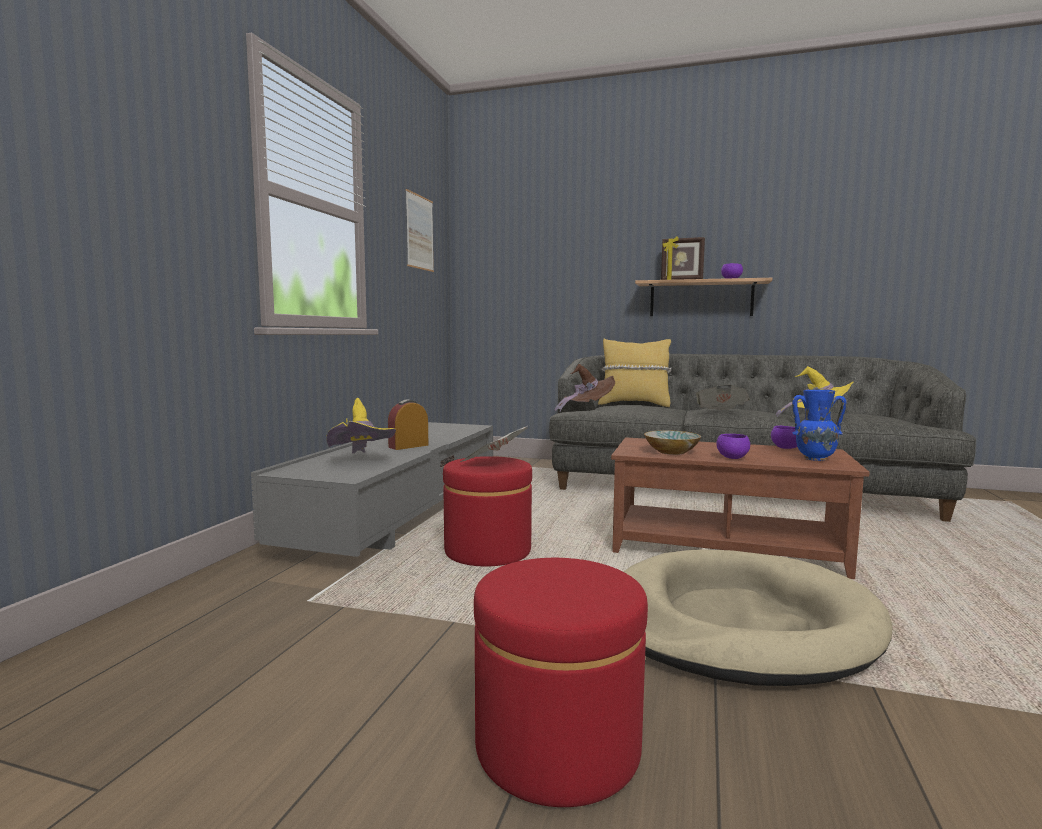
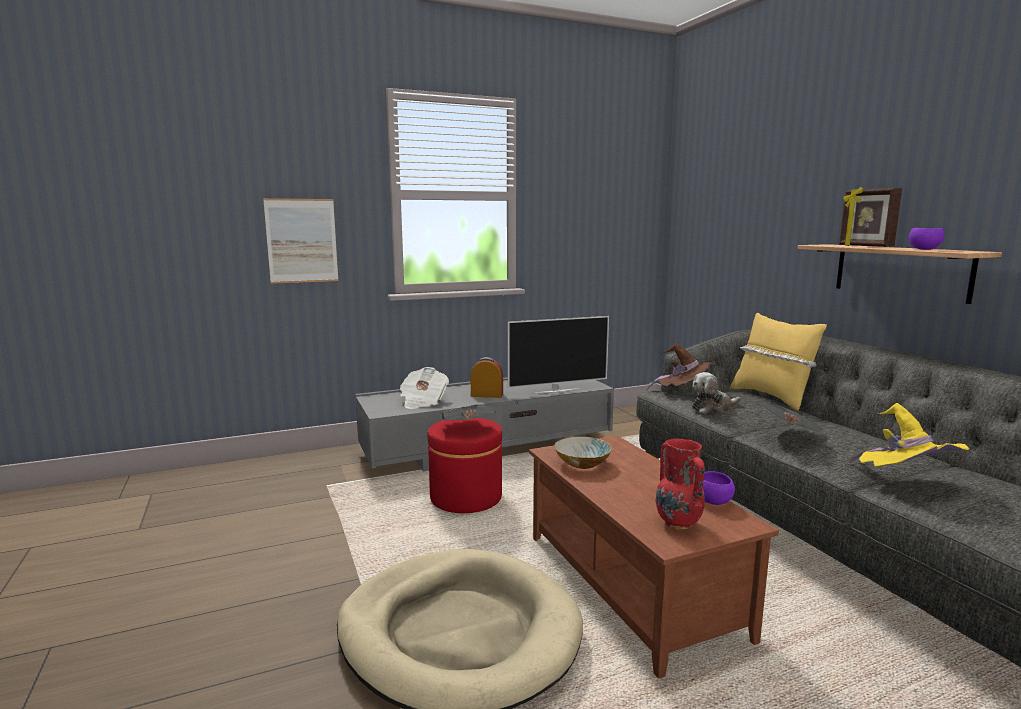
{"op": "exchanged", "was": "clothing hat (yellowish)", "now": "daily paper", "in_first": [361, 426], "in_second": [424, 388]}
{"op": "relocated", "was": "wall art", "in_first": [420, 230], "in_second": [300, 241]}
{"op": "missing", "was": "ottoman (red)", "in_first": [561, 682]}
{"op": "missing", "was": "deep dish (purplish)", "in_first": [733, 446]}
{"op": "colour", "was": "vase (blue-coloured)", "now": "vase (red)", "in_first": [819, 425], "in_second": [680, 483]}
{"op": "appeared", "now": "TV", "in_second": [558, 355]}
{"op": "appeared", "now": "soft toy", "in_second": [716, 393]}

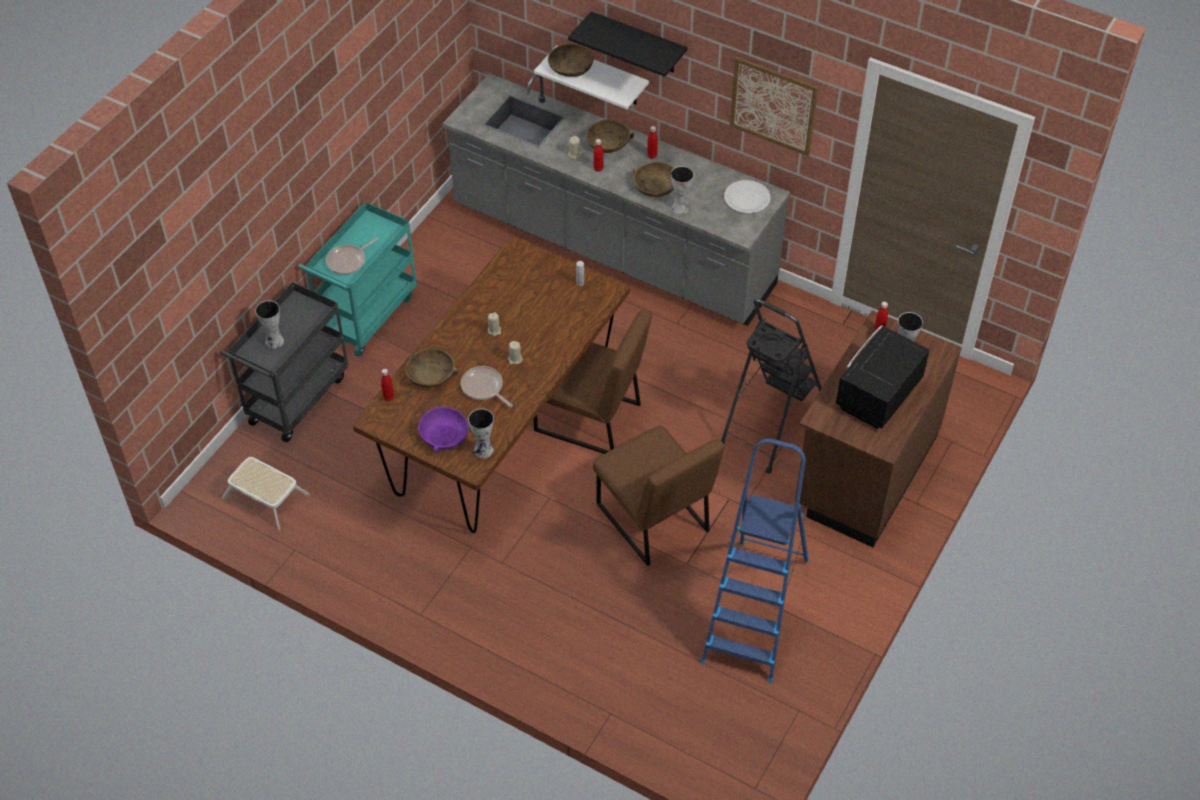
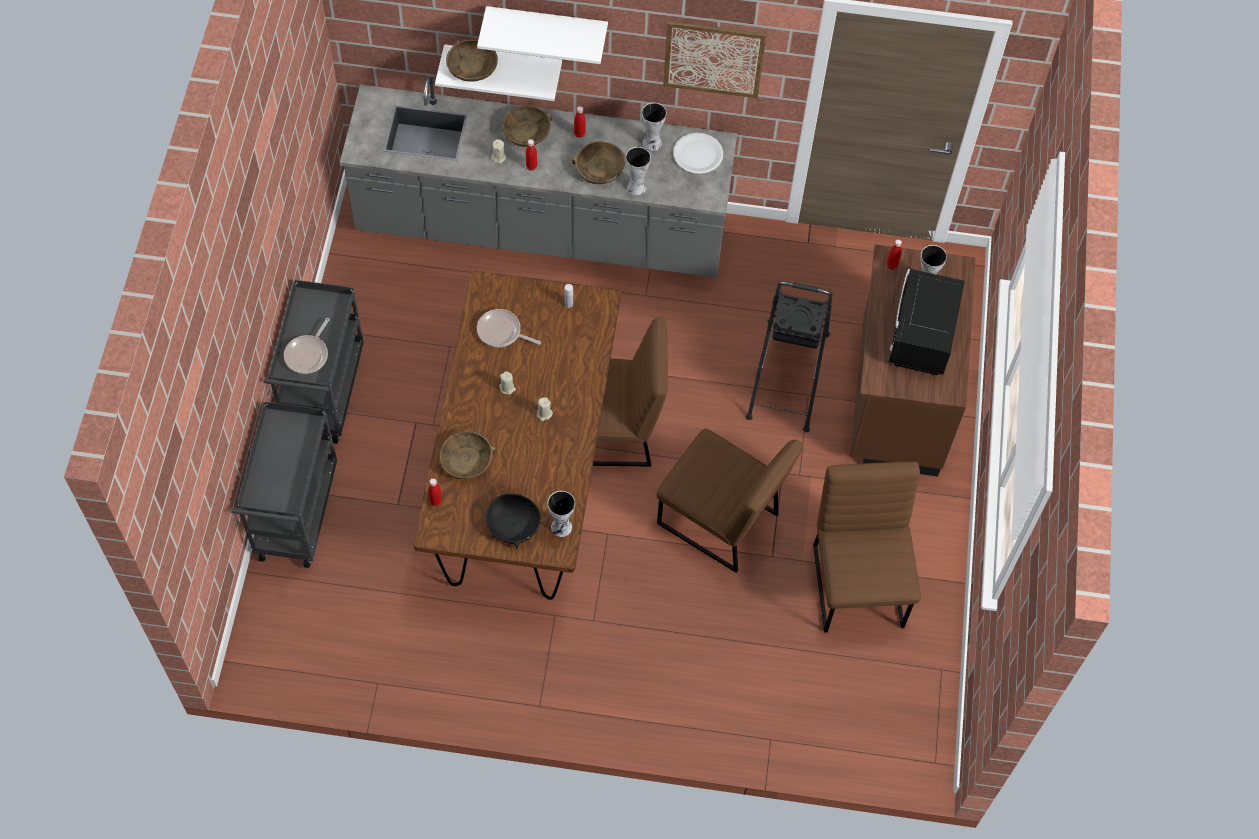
{"op": "missing", "was": "step ladder (beige)", "in_first": [266, 493]}
{"op": "relocated", "was": "vase", "in_first": [269, 324], "in_second": [654, 127]}
{"op": "colour", "was": "wheeled cart (turquoise)", "now": "wheeled cart (gray)", "in_first": [357, 279], "in_second": [314, 362]}
{"op": "colour", "was": "deep dish (purplish)", "now": "deep dish (black)", "in_first": [443, 430], "in_second": [513, 521]}
{"op": "relocated", "was": "pan", "in_first": [487, 386], "in_second": [509, 328]}
{"op": "colour", "was": "wall shelf (black)", "now": "wall shelf (white)", "in_first": [627, 44], "in_second": [542, 35]}
{"op": "exchanged", "was": "step ladder (blue-coloured)", "now": "plain chair (brownish)", "in_first": [755, 561], "in_second": [867, 547]}

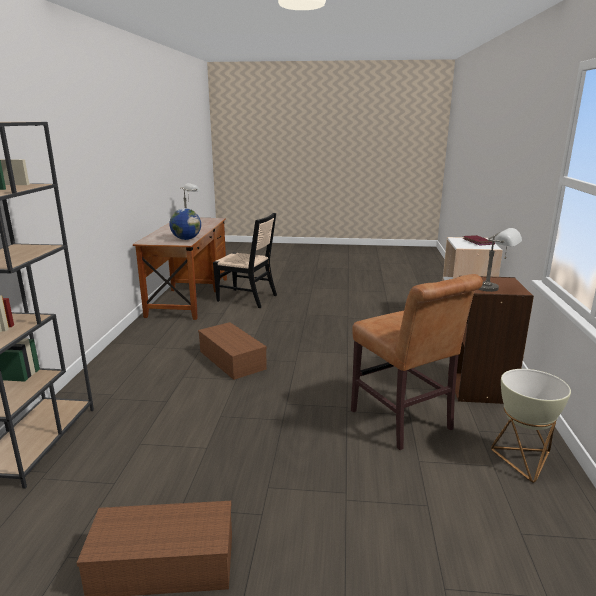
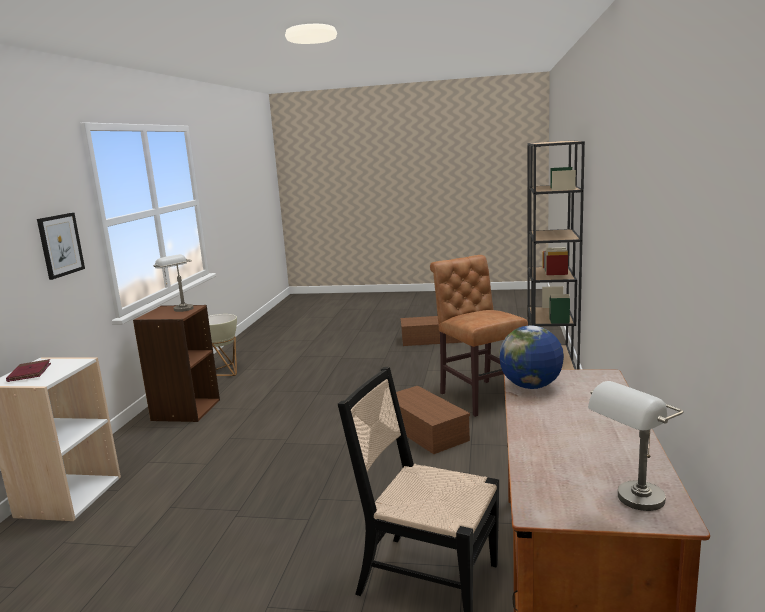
{"op": "relocated", "was": "plain chair (brownish)", "in_first": [417, 362], "in_second": [479, 336]}
{"op": "appeared", "now": "wall art", "in_second": [61, 246]}

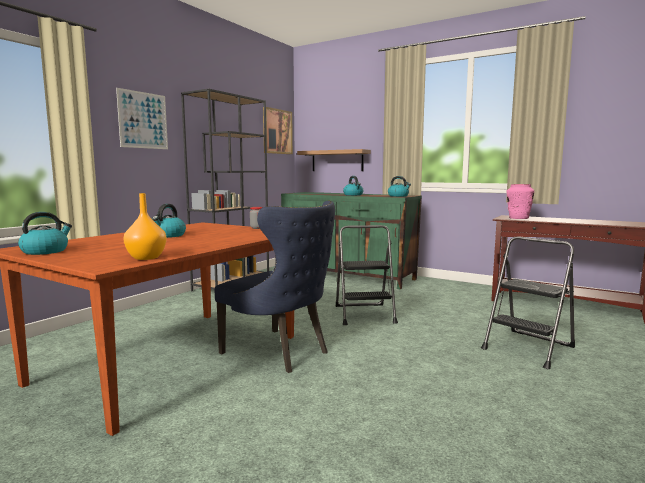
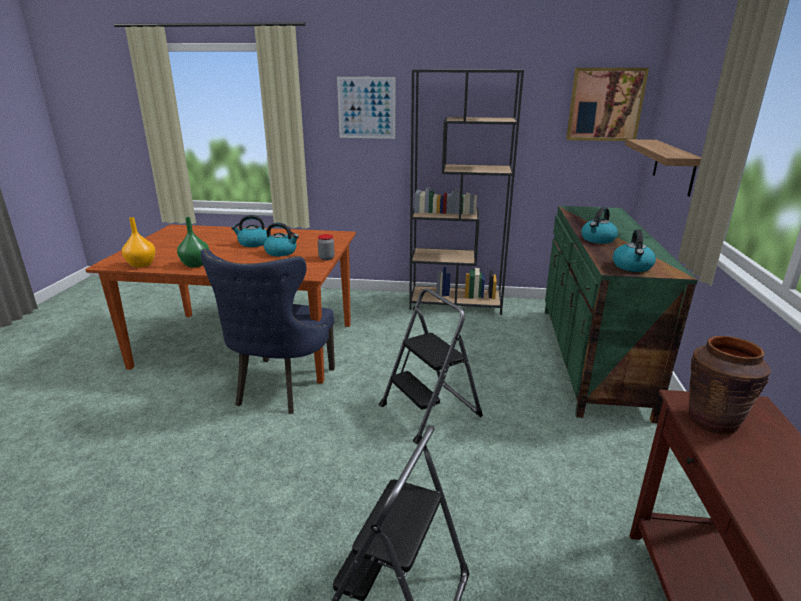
{"op": "relocated", "was": "water kettle", "in_first": [45, 233], "in_second": [281, 239]}
{"op": "colour", "was": "vase (pink-coloured)", "now": "vase (brownish)", "in_first": [520, 201], "in_second": [730, 385]}
{"op": "appeared", "now": "vase (green-coloured)", "in_second": [193, 242]}

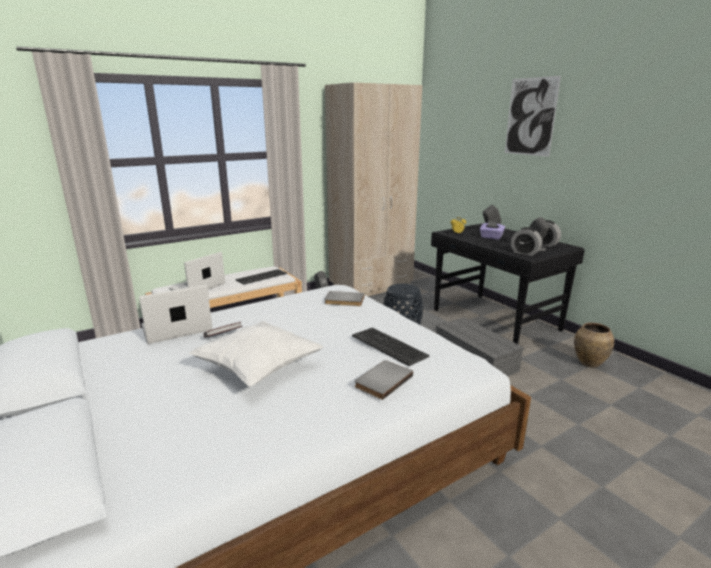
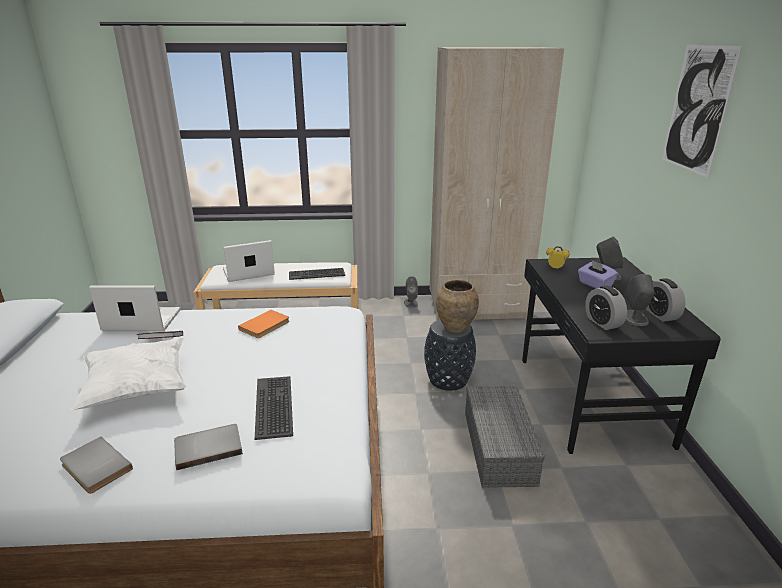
{"op": "relocated", "was": "bound book (gray)", "in_first": [344, 298], "in_second": [96, 465]}
{"op": "relocated", "was": "vase (brownish)", "in_first": [594, 345], "in_second": [457, 306]}
{"op": "appeared", "now": "bound book (orange-coloured)", "in_second": [263, 324]}

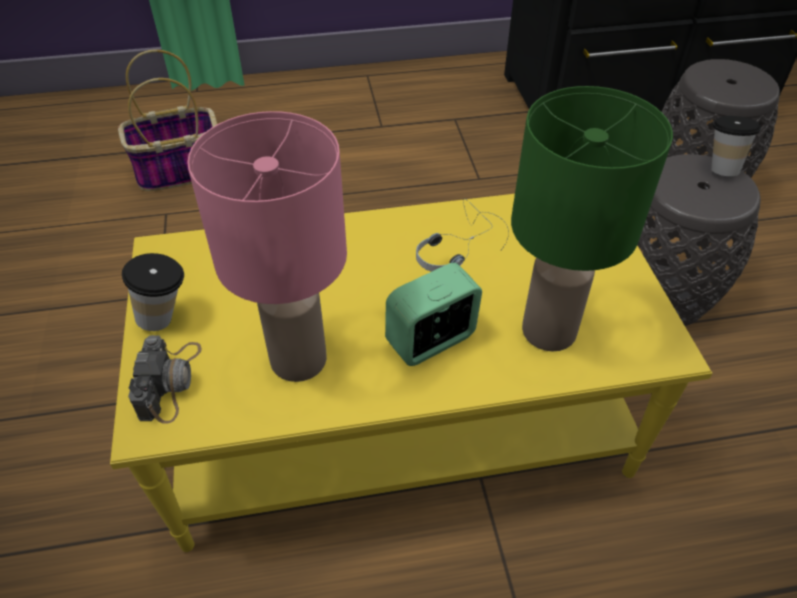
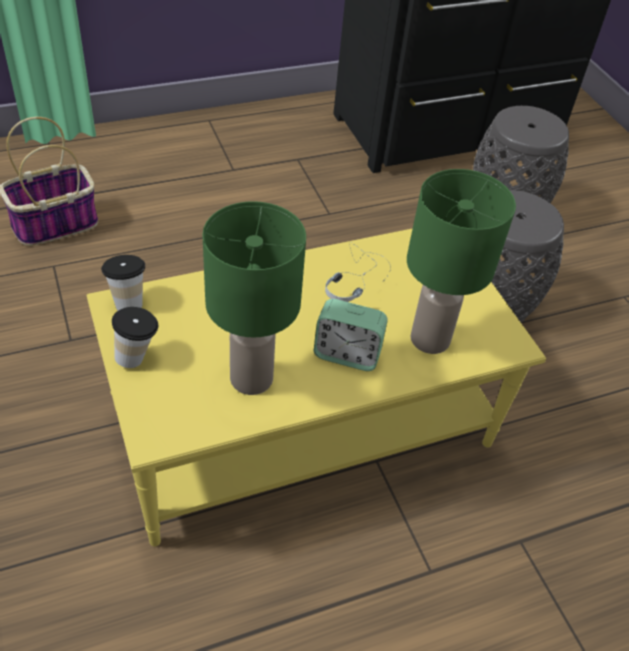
{"op": "missing", "was": "still camera", "in_first": [165, 379]}
{"op": "colour", "was": "tabletop lamp (pink-coloured)", "now": "tabletop lamp (green-coloured)", "in_first": [267, 246], "in_second": [254, 298]}
{"op": "spun", "was": "table clock", "in_first": [433, 314], "in_second": [351, 335], "clockwise": -120}
{"op": "relocated", "was": "drinking cup", "in_first": [736, 146], "in_second": [123, 283]}

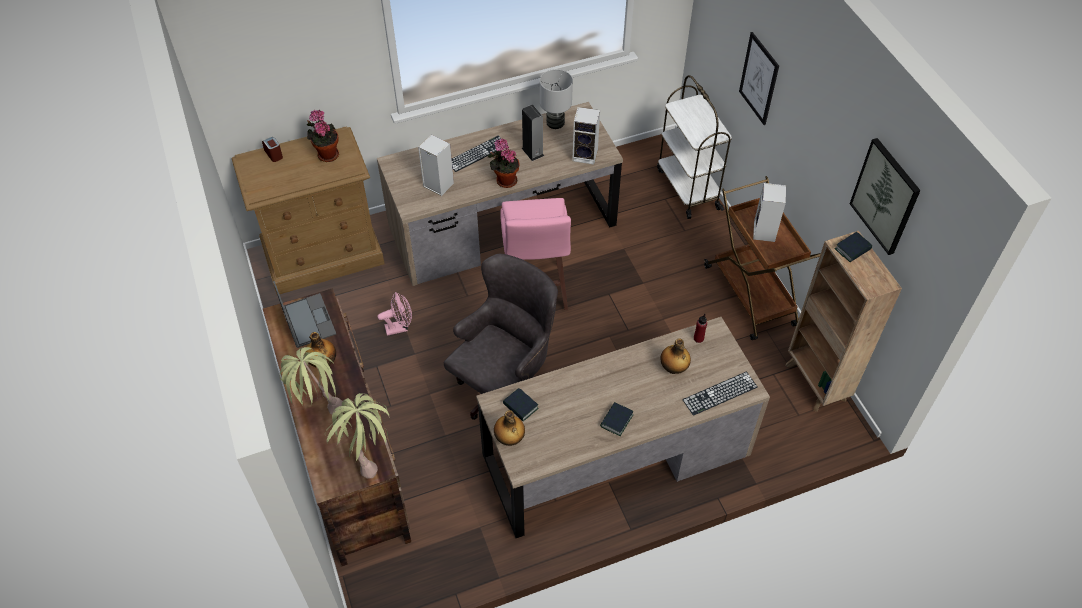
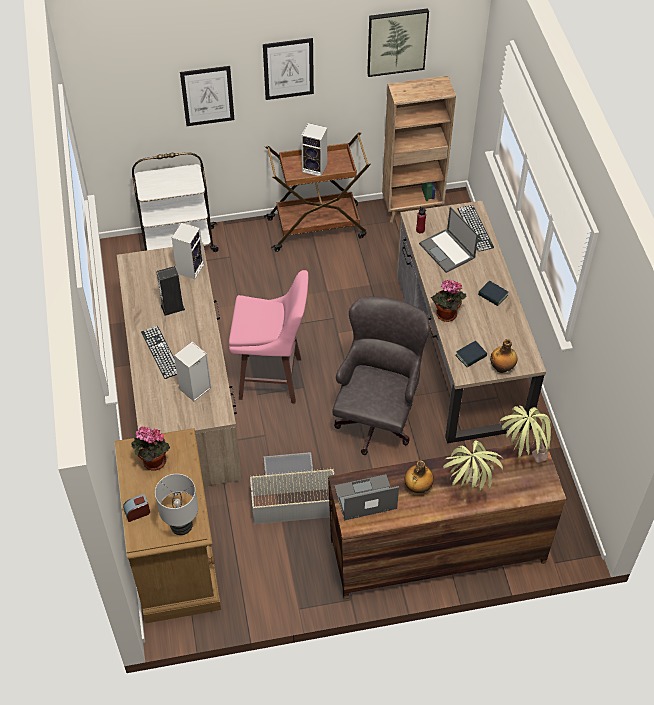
{"op": "exchanged", "was": "fan (pink-coloured)", "now": "storage box (gray)", "in_first": [395, 314], "in_second": [292, 488]}
{"op": "spun", "was": "desk chair (gray)", "in_first": [501, 337], "in_second": [381, 376], "clockwise": 60}
{"op": "relocated", "was": "houseplant", "in_first": [504, 163], "in_second": [448, 301]}
{"op": "relocated", "was": "tabletop lamp (gray)", "in_first": [556, 99], "in_second": [176, 504]}
{"op": "exchanged", "was": "bottle", "now": "laptop", "in_first": [675, 356], "in_second": [448, 239]}
{"op": "missing", "was": "bound book", "in_first": [853, 247]}
{"op": "appeared", "now": "wall art", "in_second": [288, 69]}

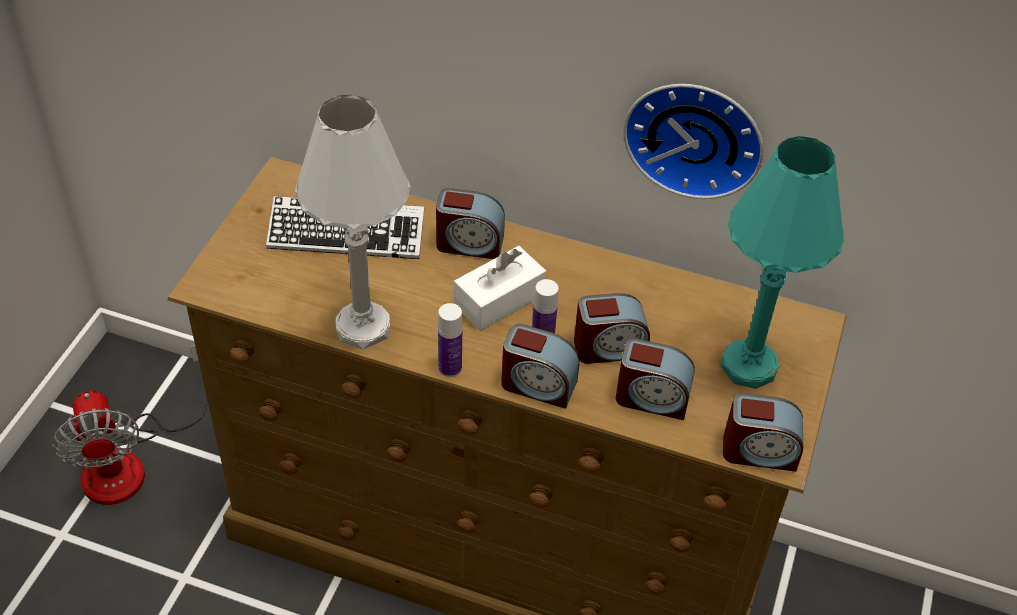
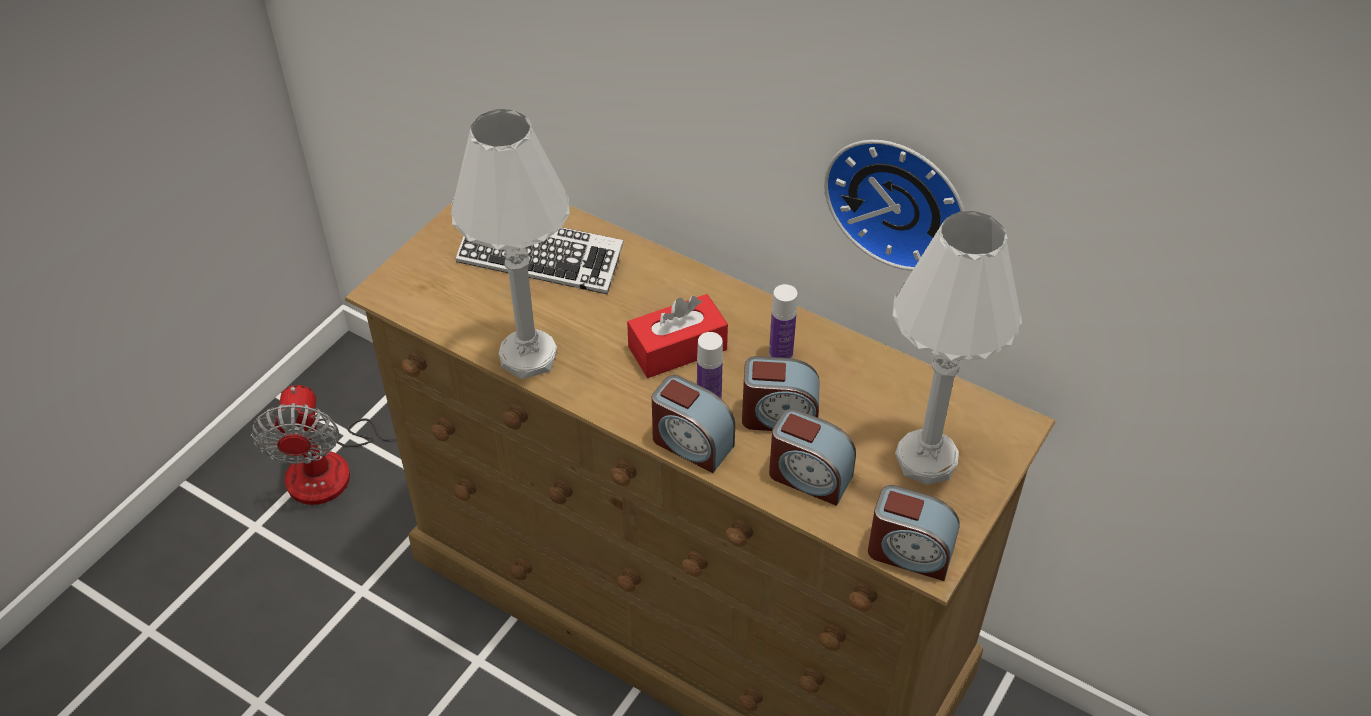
{"op": "missing", "was": "table clock", "in_first": [470, 223]}
{"op": "relocated", "was": "bottle", "in_first": [450, 340], "in_second": [783, 321]}
{"op": "colour", "was": "tissue holder (white)", "now": "tissue holder (red)", "in_first": [500, 288], "in_second": [677, 336]}
{"op": "colour", "was": "tabletop lamp (turquoise)", "now": "tabletop lamp (white)", "in_first": [782, 262], "in_second": [957, 348]}

